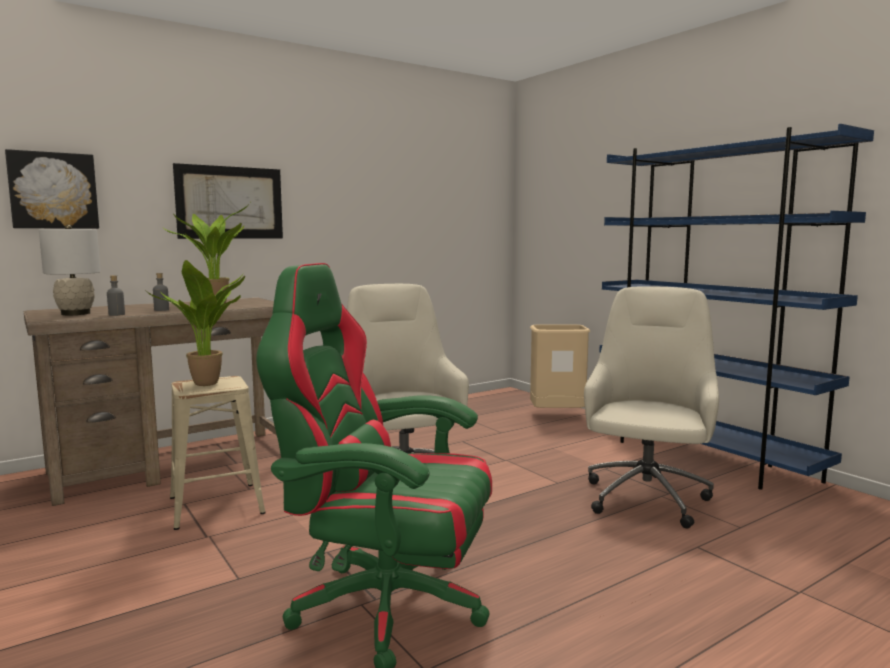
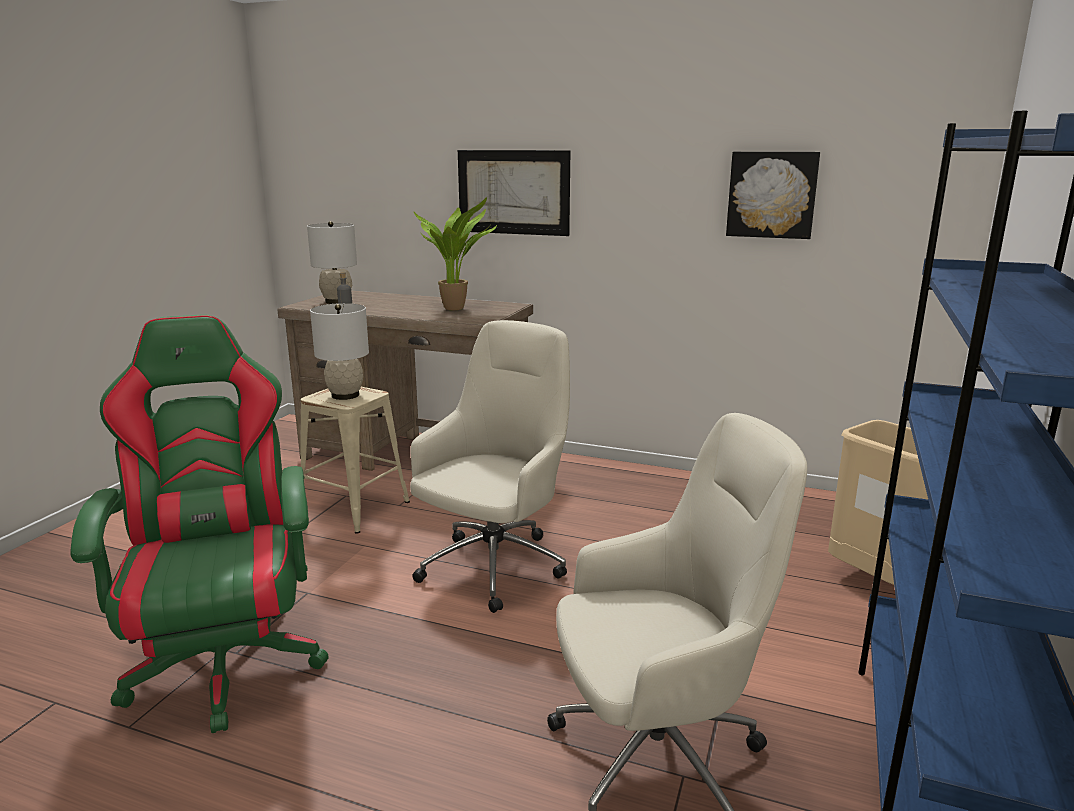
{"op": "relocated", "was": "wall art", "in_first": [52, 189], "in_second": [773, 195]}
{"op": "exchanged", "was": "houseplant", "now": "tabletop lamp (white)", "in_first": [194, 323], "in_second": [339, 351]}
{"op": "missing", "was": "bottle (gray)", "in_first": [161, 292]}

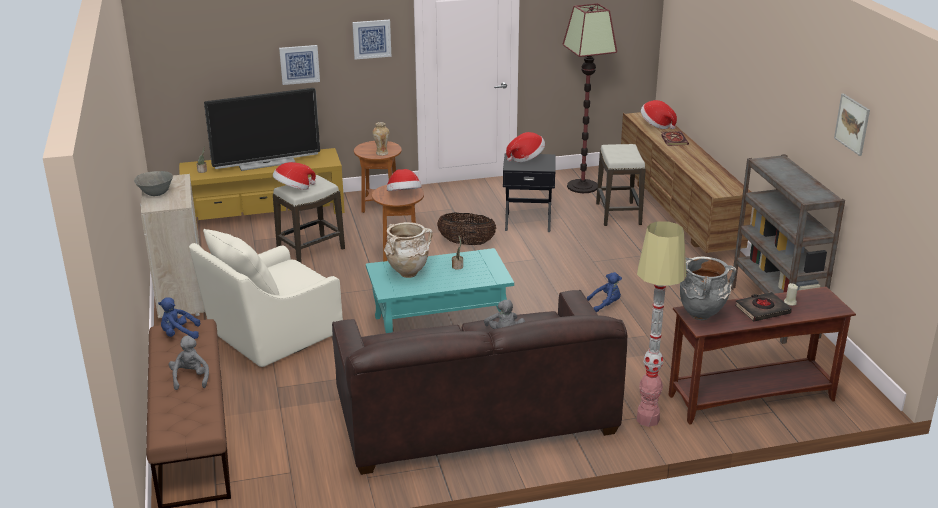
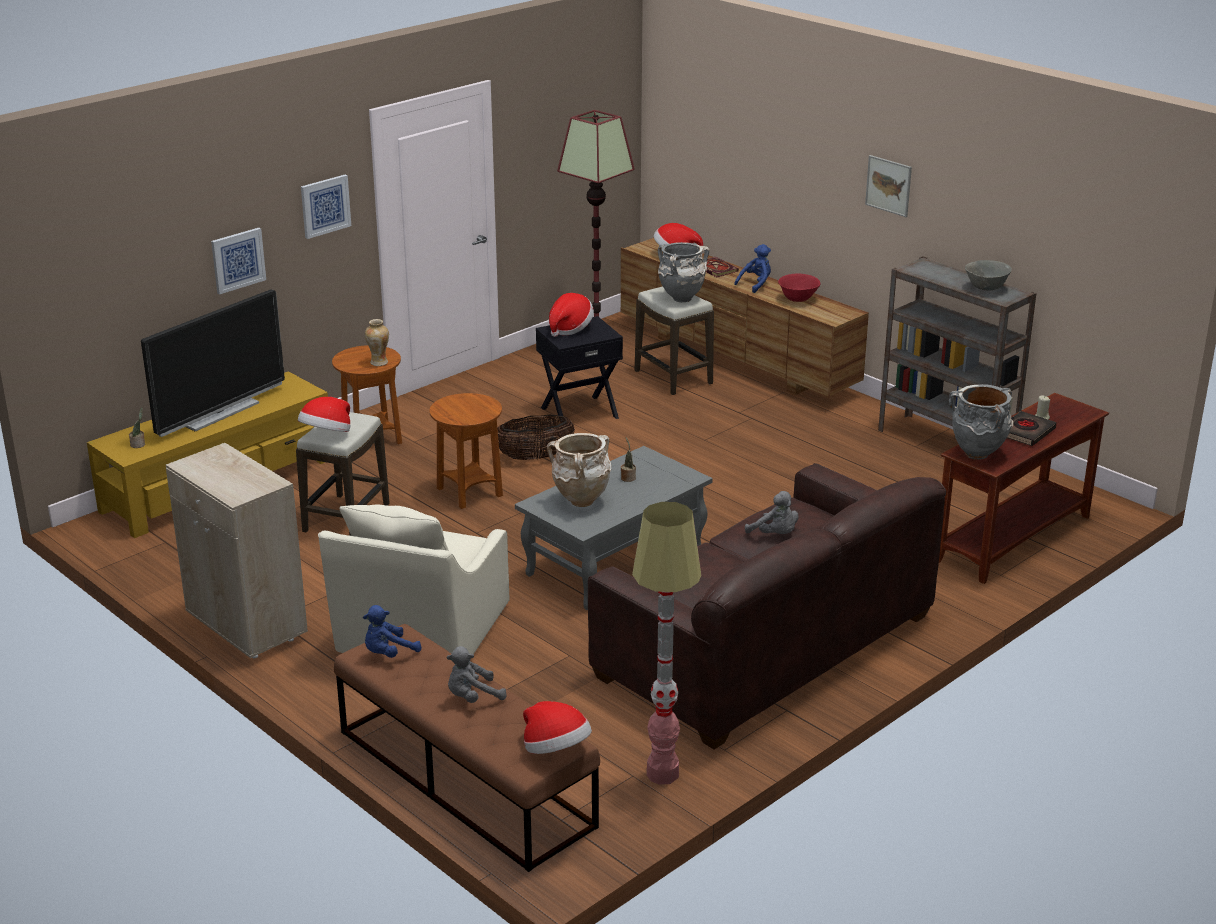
{"op": "relocated", "was": "deep dish (gray)", "in_first": [153, 183], "in_second": [988, 275]}
{"op": "spun", "was": "soft toy (gray)", "in_first": [189, 363], "in_second": [477, 674], "clockwise": -75}
{"op": "colour", "was": "coffee table (turquoise)", "now": "coffee table (gray)", "in_first": [440, 290], "in_second": [614, 528]}
{"op": "relocated", "was": "clothing hat", "in_first": [404, 180], "in_second": [557, 727]}
{"op": "relocated", "was": "soft toy (blue-coloured)", "in_first": [604, 292], "in_second": [752, 268]}
{"op": "relocated", "was": "standard lamp", "in_first": [662, 324], "in_second": [666, 643]}
{"op": "relocated", "was": "wall art", "in_first": [852, 125], "in_second": [888, 186]}
{"op": "appeared", "now": "vase (gray)", "in_second": [683, 272]}
{"op": "appeared", "now": "deep dish (red)", "in_second": [799, 288]}

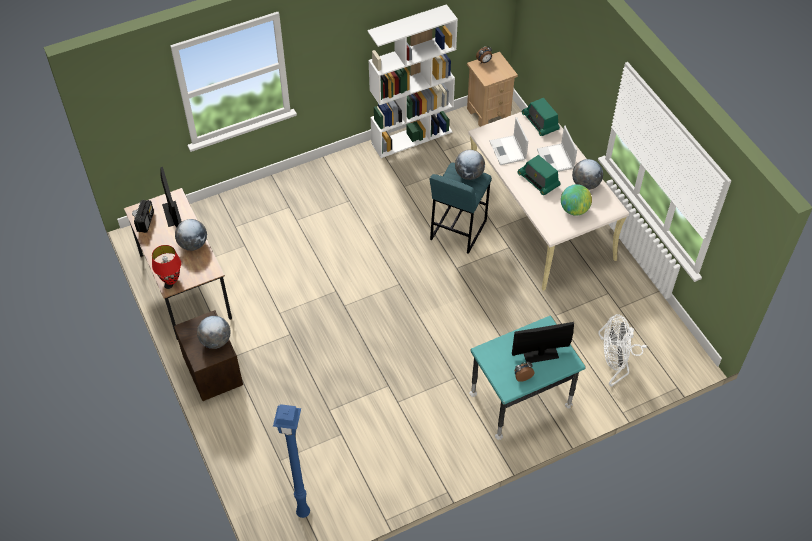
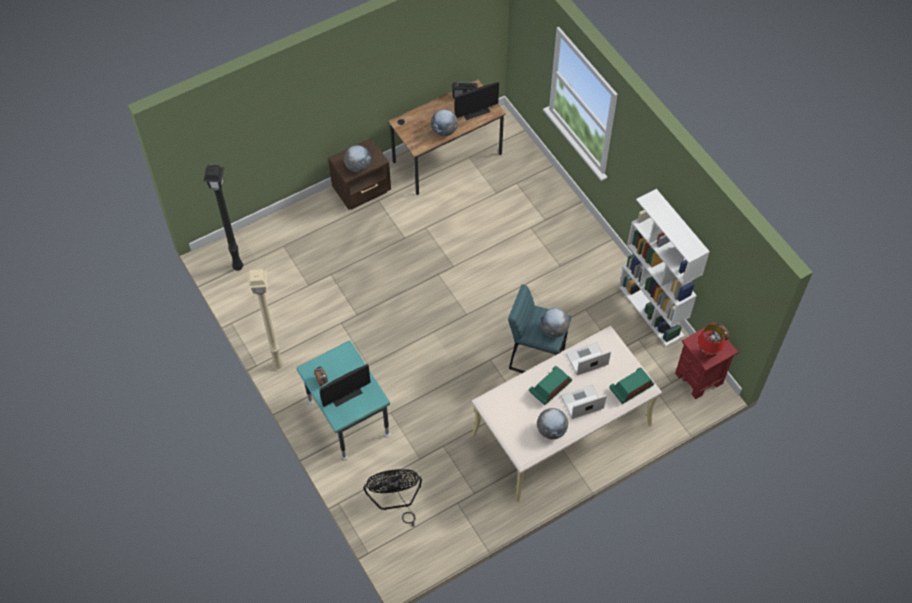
{"op": "relocated", "was": "tabletop lamp (red)", "in_first": [166, 265], "in_second": [711, 341]}
{"op": "colour", "was": "standard lamp (blue-coloured)", "now": "standard lamp (black)", "in_first": [291, 461], "in_second": [223, 218]}
{"op": "colour", "was": "night table (beige)", "now": "night table (red)", "in_first": [492, 89], "in_second": [706, 361]}
{"op": "spun", "was": "computer display", "in_first": [543, 342], "in_second": [345, 385], "clockwise": 75}
{"op": "missing", "was": "globe", "in_first": [576, 200]}
{"op": "colour", "was": "fan (white)", "now": "fan (black)", "in_first": [622, 350], "in_second": [392, 498]}
{"op": "appeared", "now": "standard lamp (beige)", "in_second": [266, 319]}

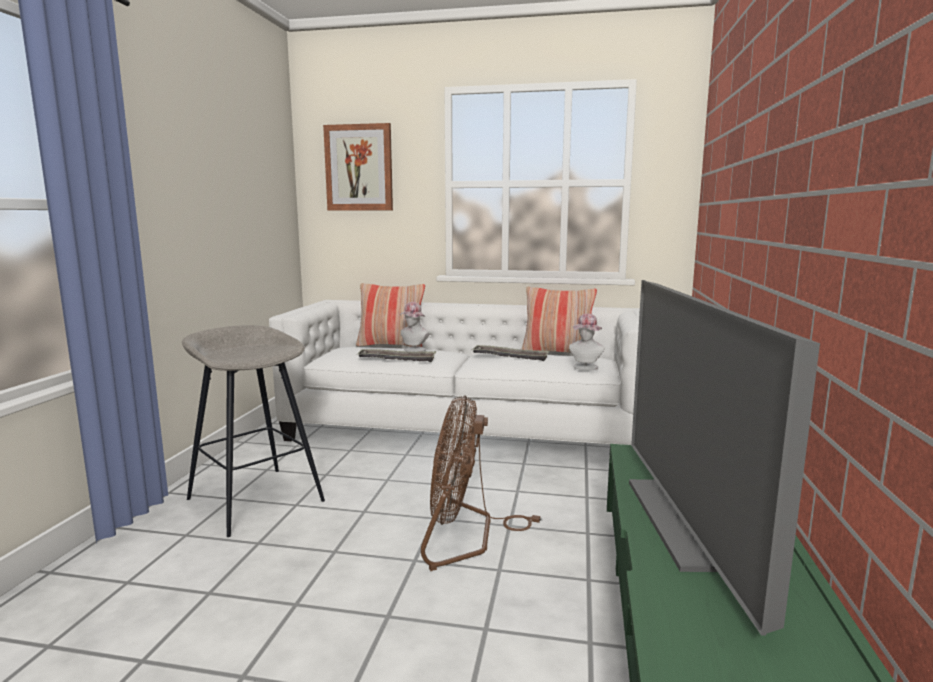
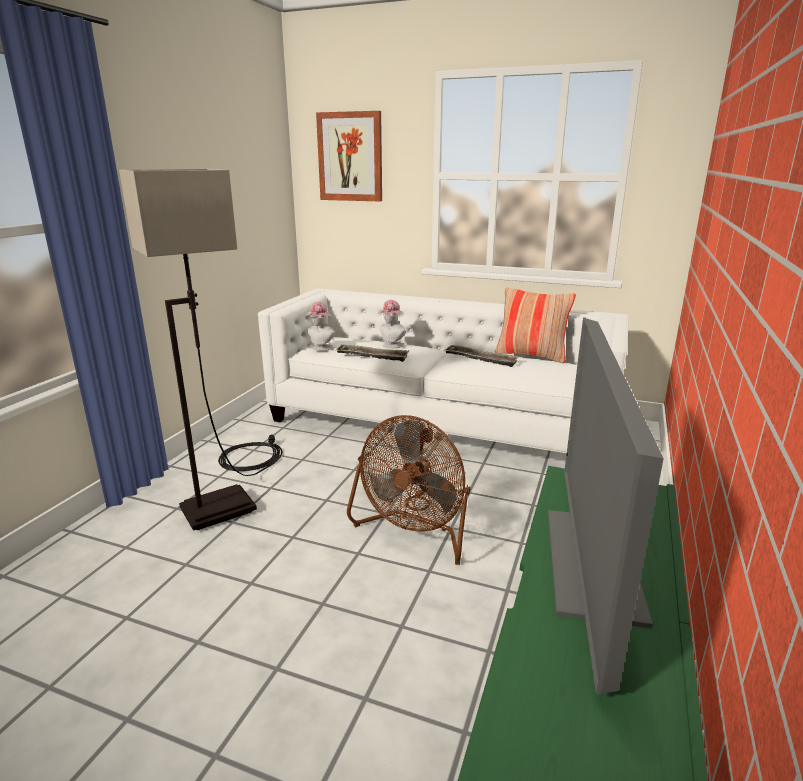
{"op": "exchanged", "was": "stool (gray)", "now": "standard lamp", "in_first": [253, 431], "in_second": [201, 350]}
{"op": "missing", "was": "cushion", "in_first": [390, 315]}
{"op": "spun", "was": "fan (brownish)", "in_first": [482, 483], "in_second": [409, 490], "clockwise": -75}
{"op": "relocated", "was": "clothing hat", "in_first": [587, 341], "in_second": [320, 326]}

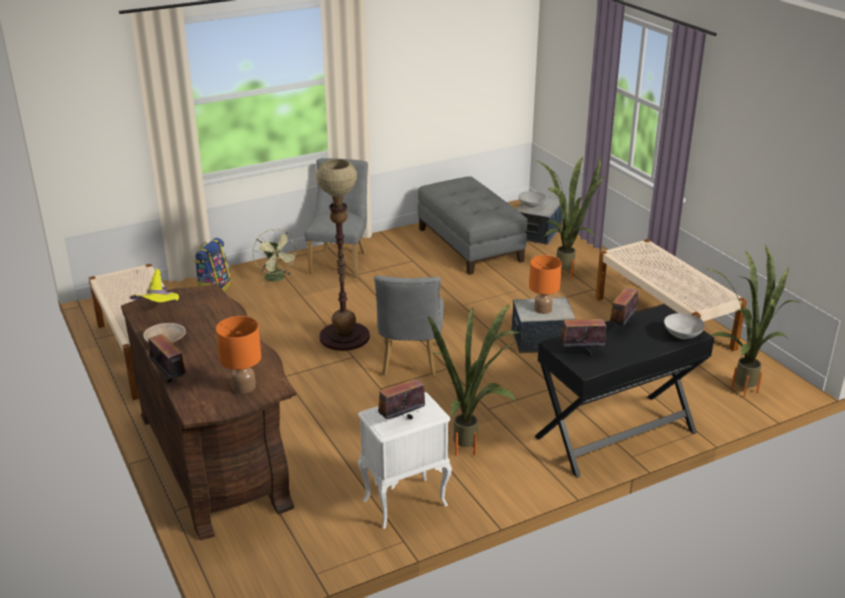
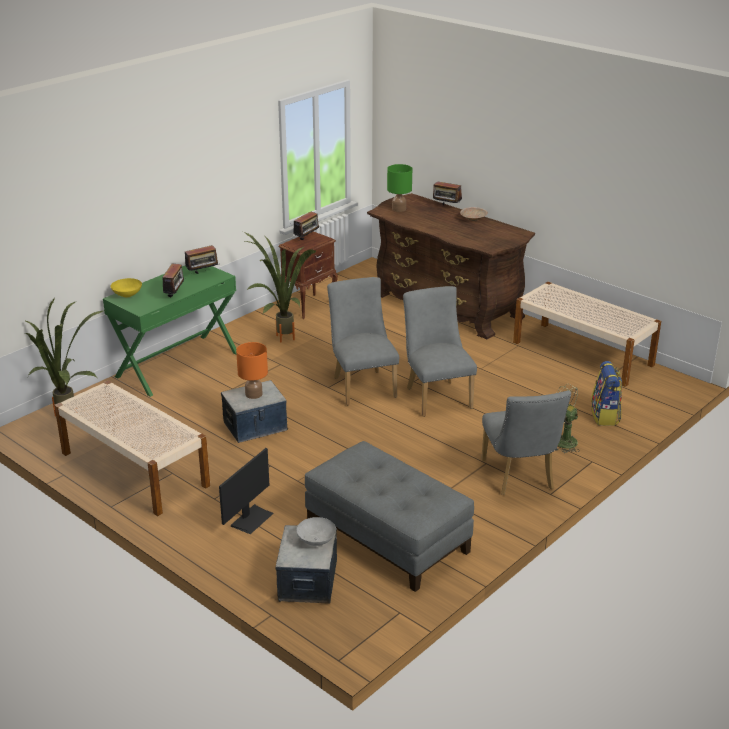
{"op": "missing", "was": "clothing hat (yellowish)", "in_first": [154, 285]}
{"op": "colour", "was": "tabletop lamp (orange-coloured)", "now": "tabletop lamp (green-coloured)", "in_first": [238, 355], "in_second": [399, 188]}
{"op": "exchanged", "was": "standard lamp", "now": "plain chair (gray)", "in_first": [343, 255], "in_second": [440, 351]}
{"op": "colour", "was": "night table (white)", "now": "night table (brownish)", "in_first": [405, 460], "in_second": [308, 275]}
{"op": "colour", "was": "hall table (black)", "now": "hall table (green-coloured)", "in_first": [624, 391], "in_second": [170, 331]}
{"op": "exchanged", "was": "houseplant", "now": "computer display", "in_first": [571, 217], "in_second": [246, 491]}
{"op": "colour", "was": "deep dish (gray)", "now": "deep dish (yellowish)", "in_first": [684, 326], "in_second": [126, 288]}

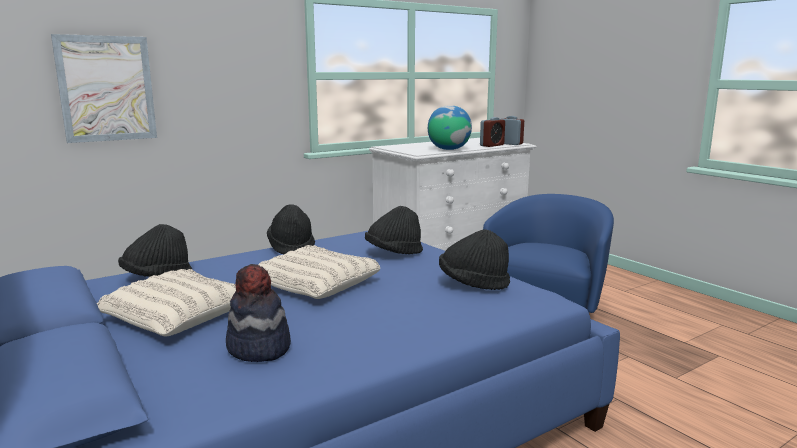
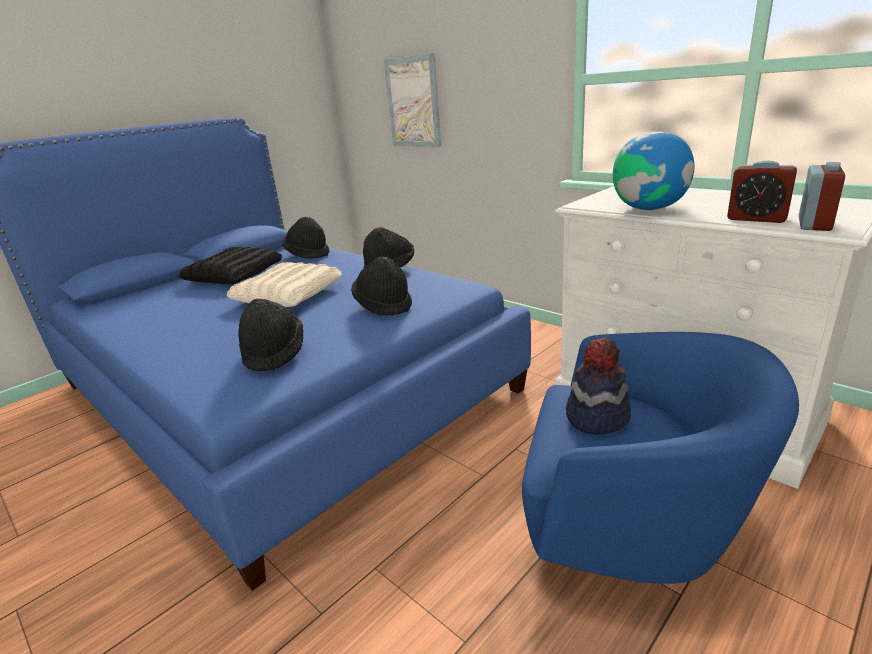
{"op": "colour", "was": "cushion (beige)", "now": "cushion (black)", "in_first": [166, 303], "in_second": [230, 265]}
{"op": "relocated", "was": "clothing hat", "in_first": [258, 313], "in_second": [598, 386]}

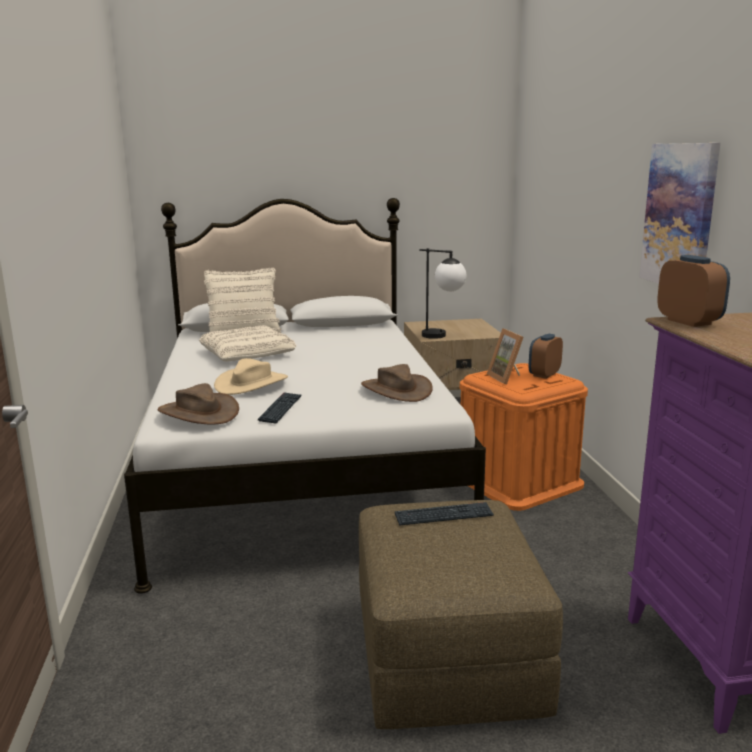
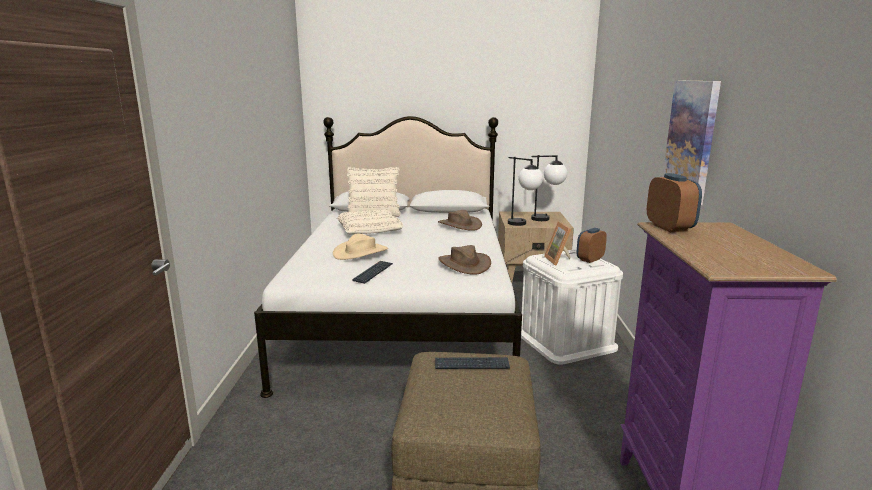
{"op": "relocated", "was": "clothing hat (brownish)", "in_first": [198, 403], "in_second": [460, 220]}
{"op": "colour", "was": "storage box (orange-coloured)", "now": "storage box (white)", "in_first": [524, 437], "in_second": [572, 307]}
{"op": "appeared", "now": "tabletop lamp", "in_second": [549, 188]}

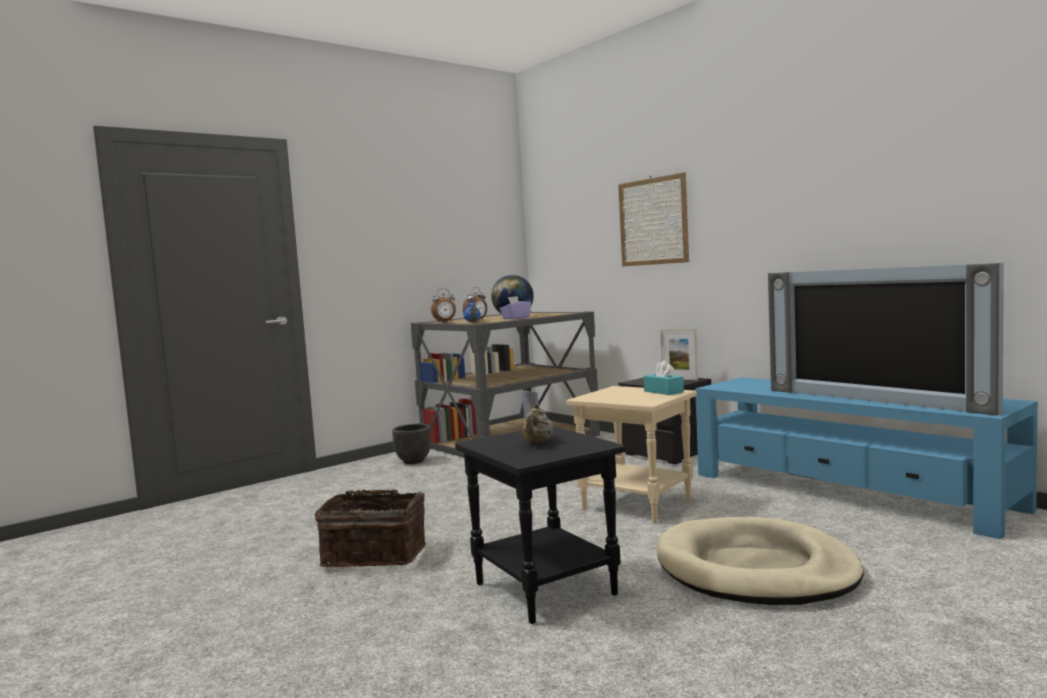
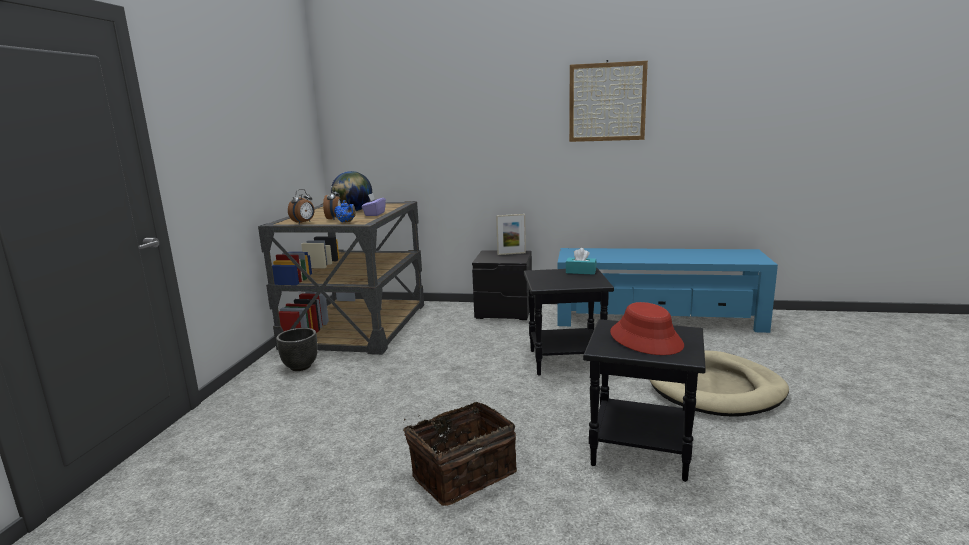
{"op": "exchanged", "was": "teapot (beige)", "now": "clothing hat (red)", "in_first": [537, 423], "in_second": [647, 328]}
{"op": "colour", "was": "end table (beige)", "now": "end table (black)", "in_first": [631, 454], "in_second": [569, 321]}
{"op": "relocated", "was": "wall art", "in_first": [653, 219], "in_second": [608, 101]}
{"op": "missing", "was": "TV", "in_first": [886, 339]}

